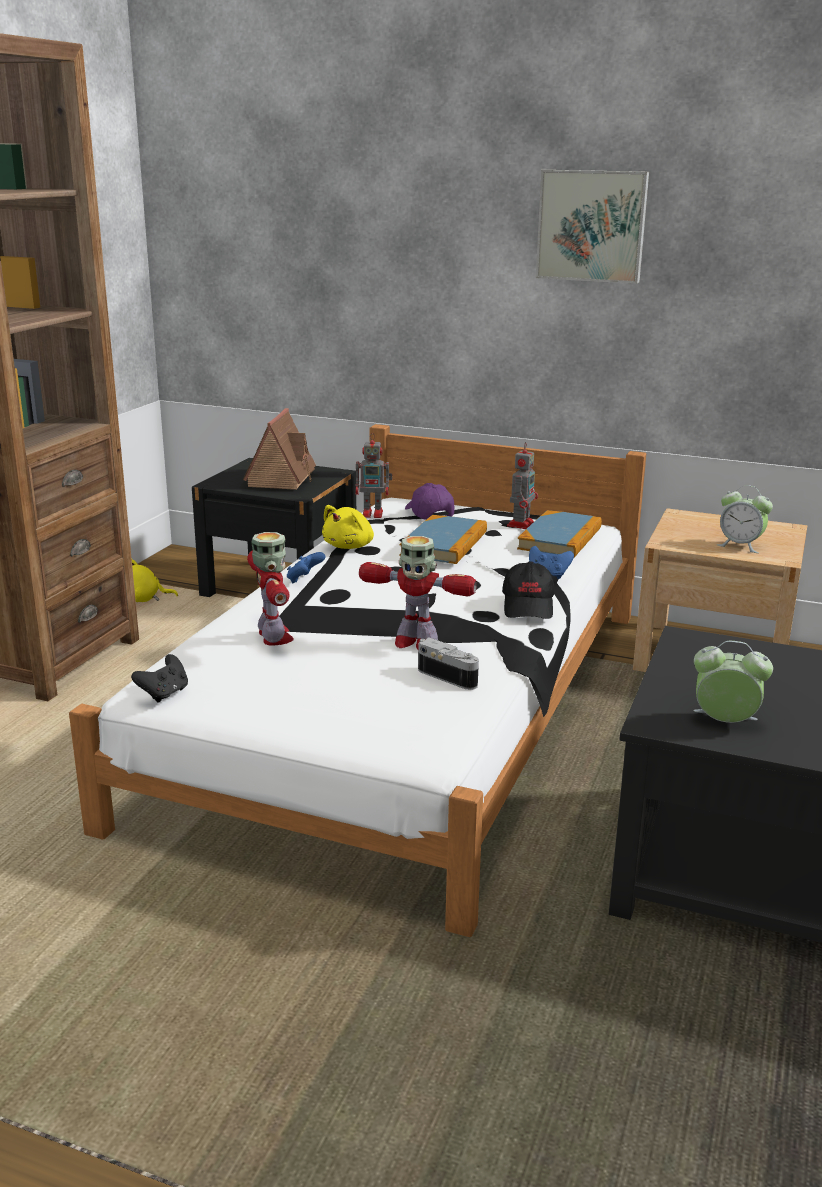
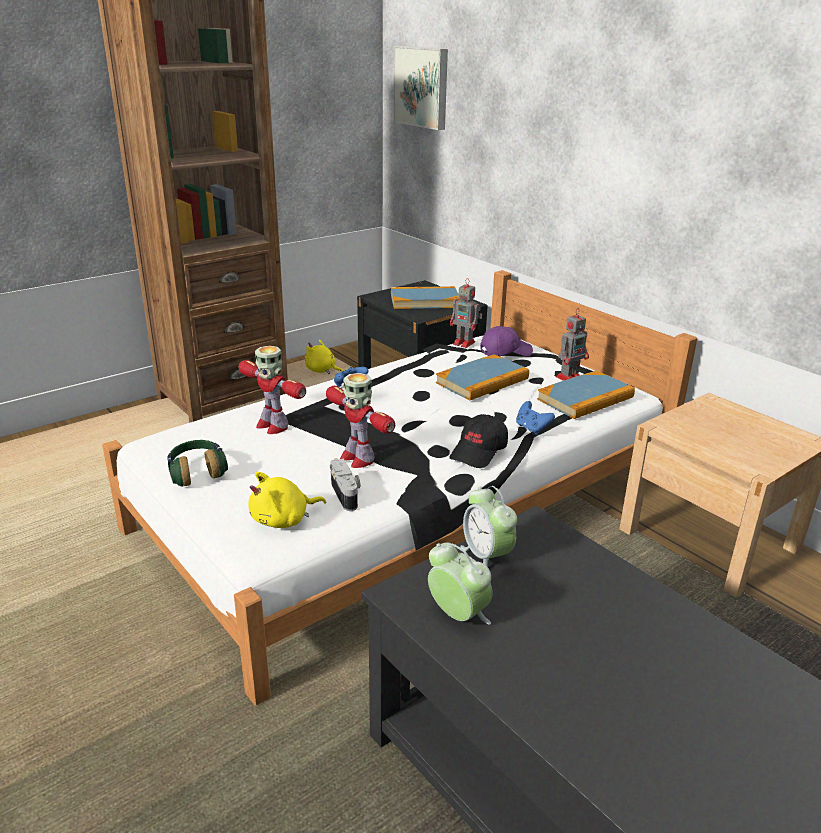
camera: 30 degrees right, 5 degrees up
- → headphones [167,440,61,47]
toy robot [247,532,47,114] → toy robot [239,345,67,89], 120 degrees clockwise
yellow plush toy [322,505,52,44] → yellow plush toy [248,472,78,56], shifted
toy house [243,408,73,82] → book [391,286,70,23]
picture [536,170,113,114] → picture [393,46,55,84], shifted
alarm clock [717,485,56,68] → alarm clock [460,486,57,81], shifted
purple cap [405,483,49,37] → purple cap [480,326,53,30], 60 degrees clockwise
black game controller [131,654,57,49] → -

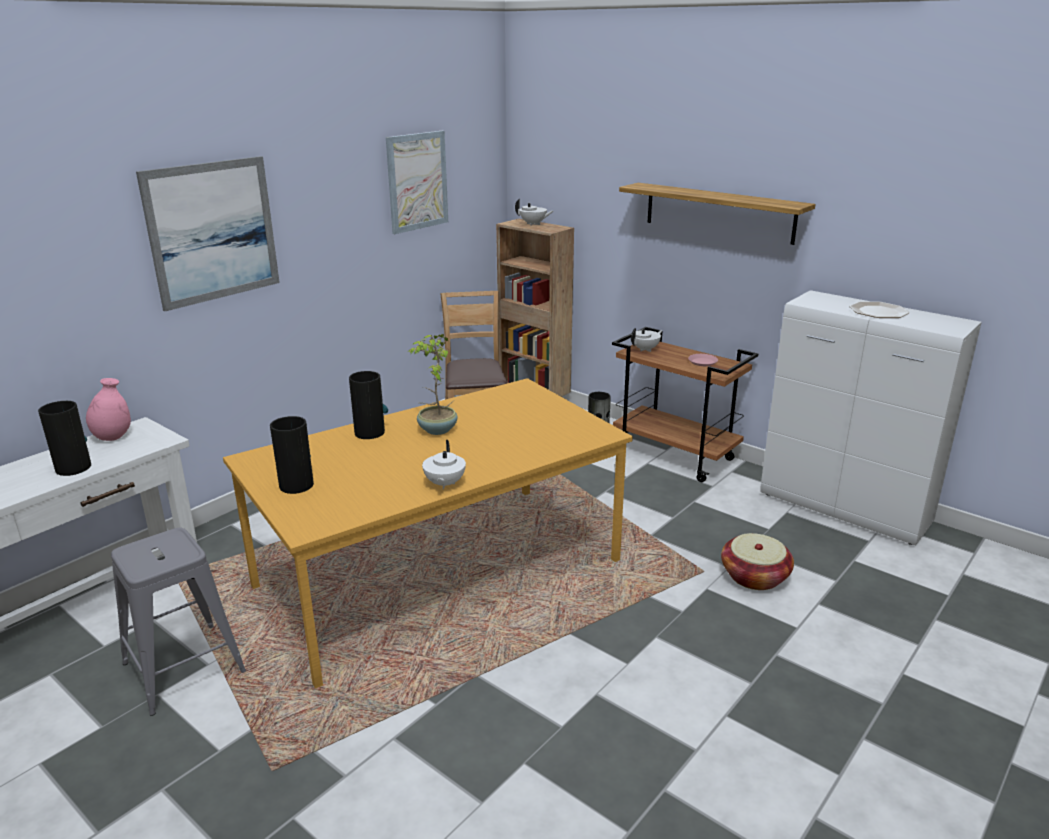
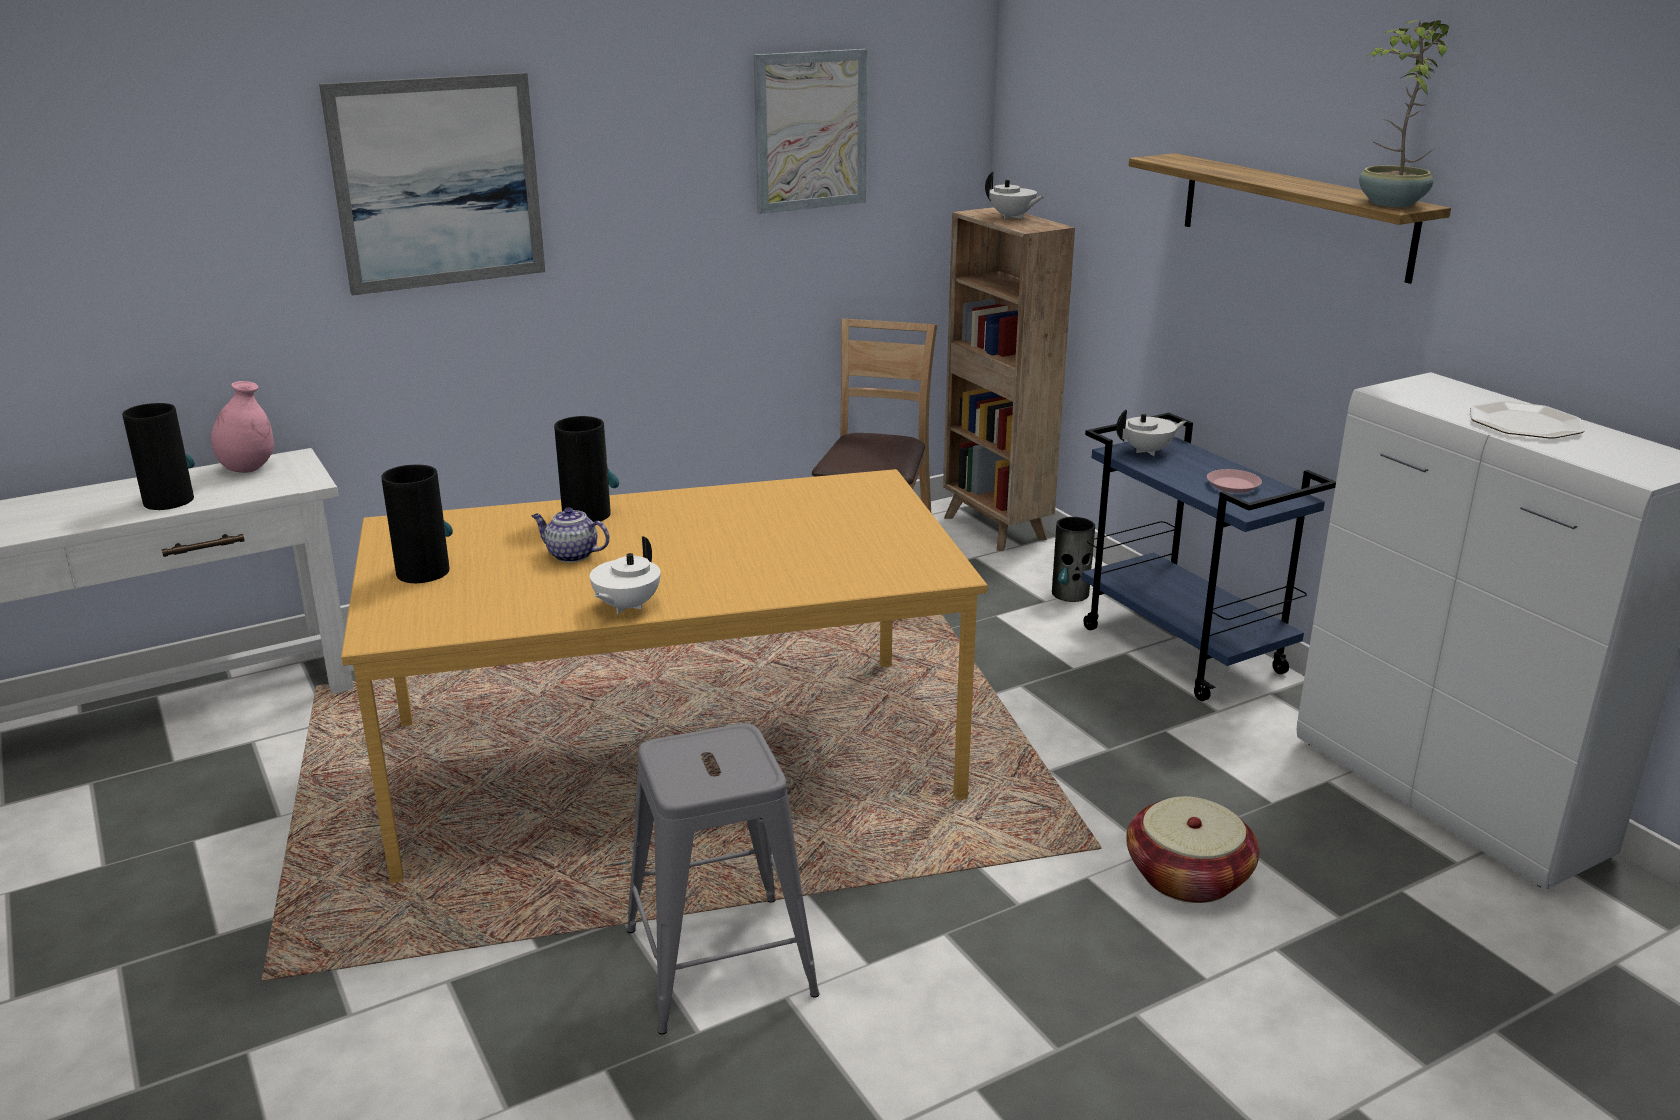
camera: 20 degrees right, 0 degrees up
- → teapot [532,507,77,55]
grey stool [111,528,135,188] → grey stool [627,724,193,310], shifted
brown cart [612,327,146,155] → blue cart [1082,413,254,288]
potted plant [409,334,49,101] → potted plant [1359,20,90,187], shifted

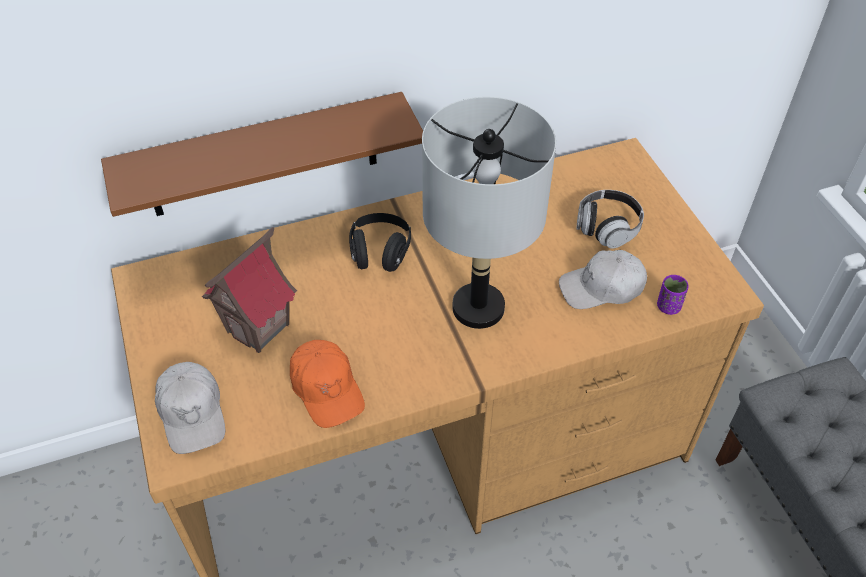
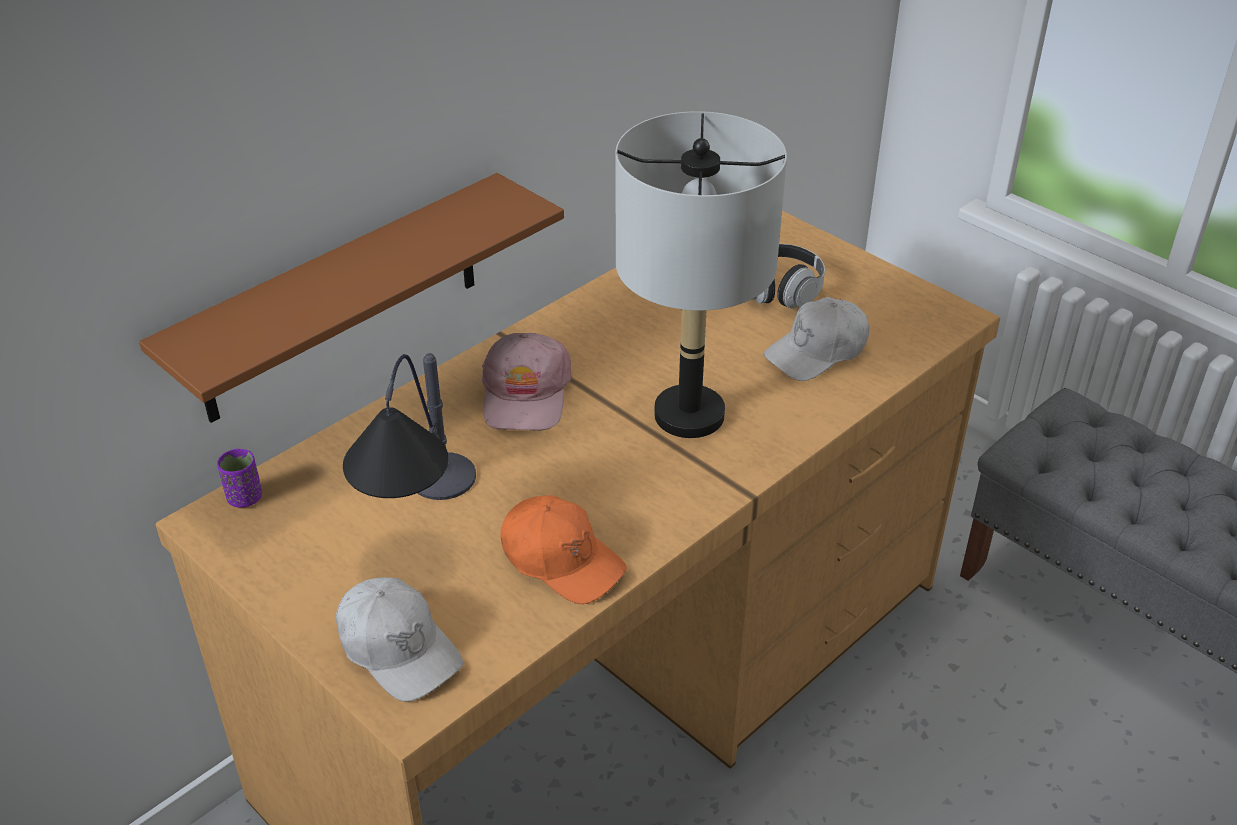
camera: 25 degrees left, 10 degrees down
purple cup [657,275,32,40] → purple cup [217,449,45,59], shifted
toy house [202,227,95,126] → table lamp [343,353,133,147]
black headphones [349,213,62,59] → pink cap [482,333,90,98]

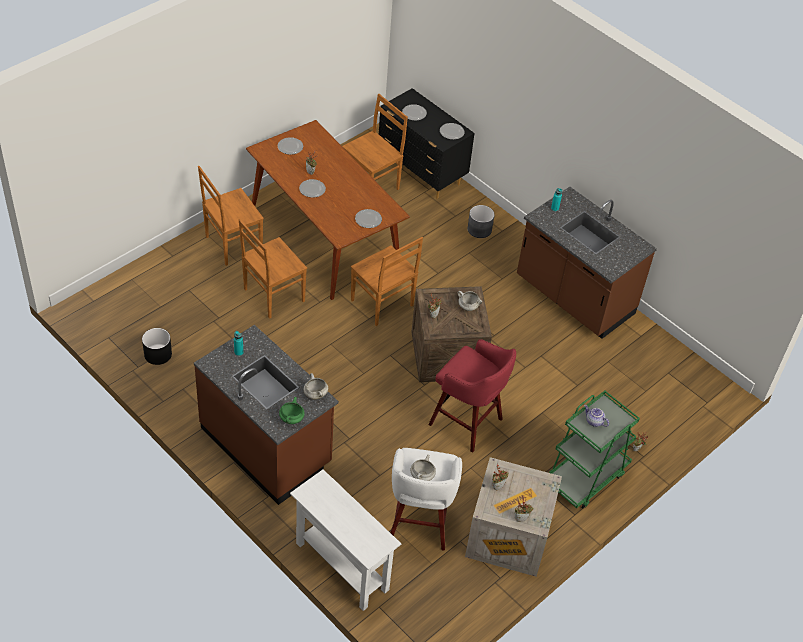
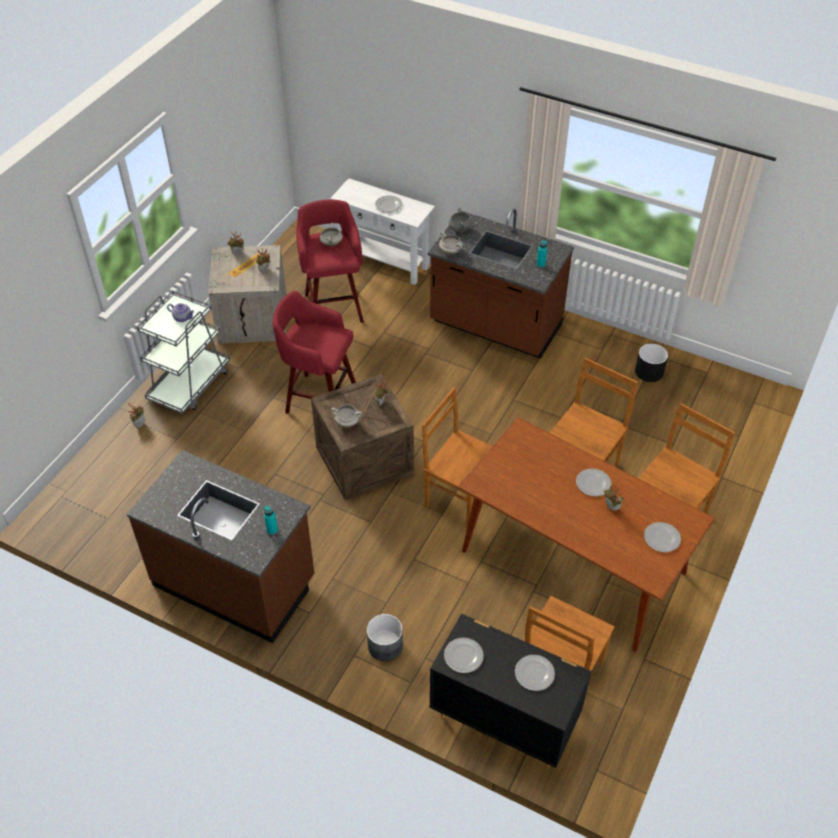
camera: 165 degrees right, 0 degrees up
green cart [549,391,91,118] → grey cart [137,290,93,124]
white stool [390,448,72,103] → red stool [296,200,68,123]
plate [355,209,27,19] → plate [375,195,27,18], shifted
green cooking pot [279,397,26,27] → grey cooking pot [449,208,23,24]

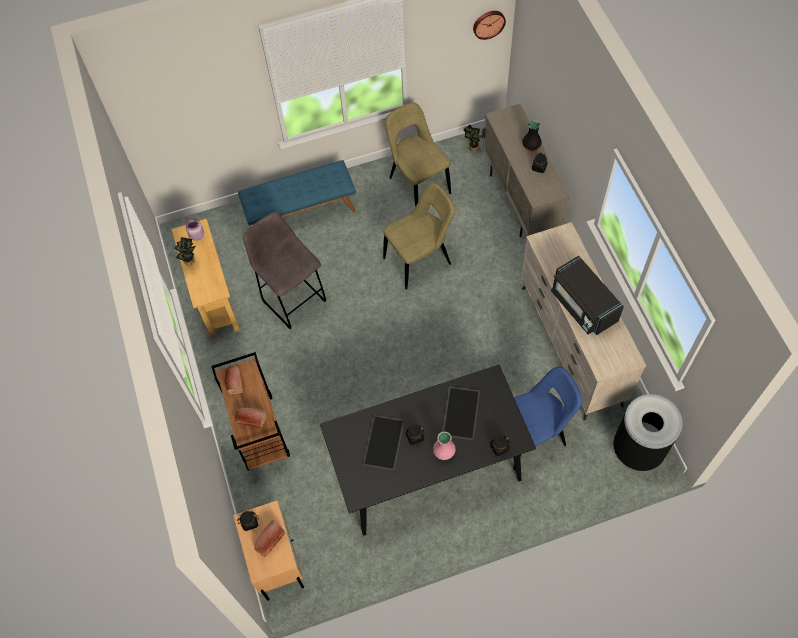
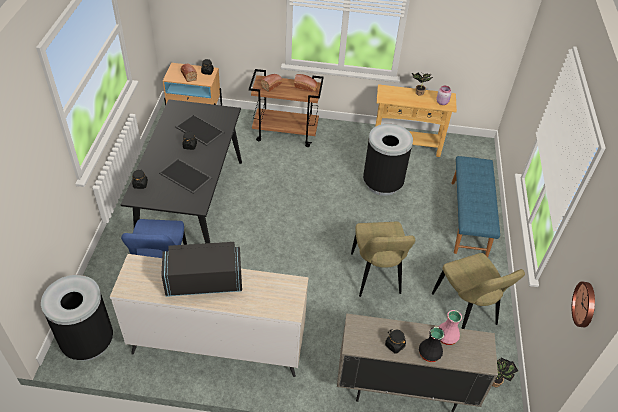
camera: 110 degrees right, 15 degrees down
grey stool [243,212,83,117] → black trash can [363,124,50,72]
beige chair [385,103,66,104] → beige chair [432,253,93,76], 75 degrees clockwise
pink vase [433,432,23,28] → pink vase [439,310,23,35], shifted

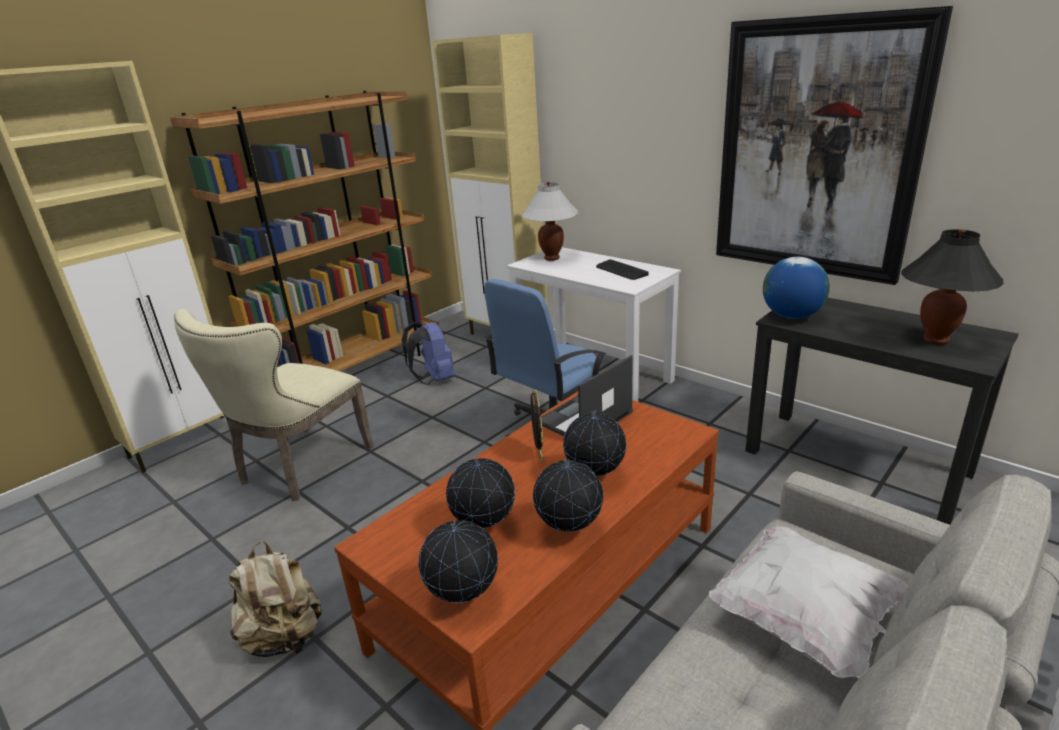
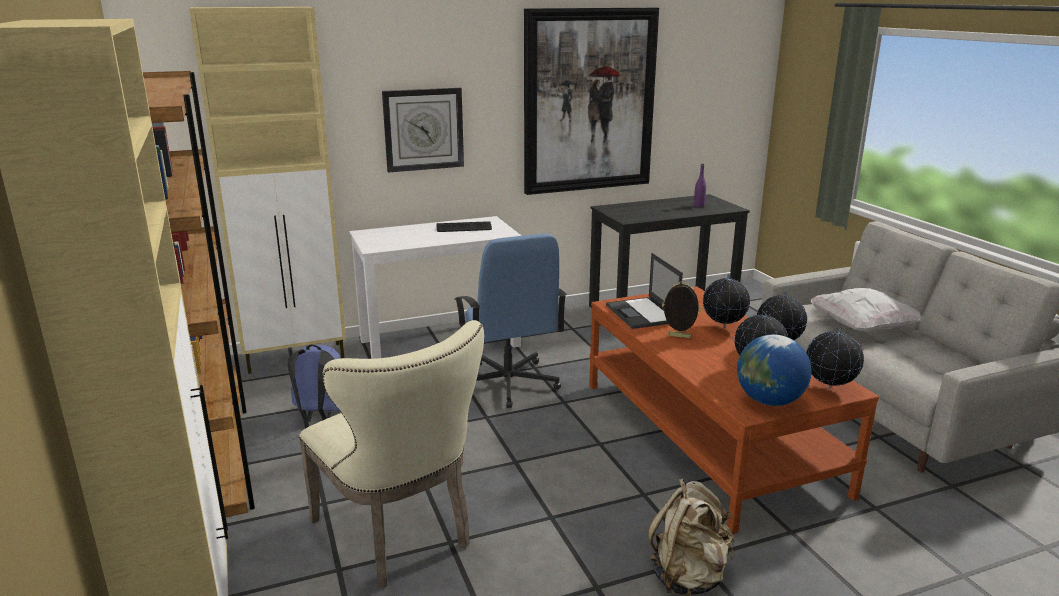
camera: 65 degrees left, 5 degrees down
- → wall clock [382,88,82,85]
black table lamp [901,229,103,116] → purple bottle [694,164,12,43]
globe [763,256,67,63] → globe [737,334,75,72], shifted
white table lamp [521,182,57,79] → -

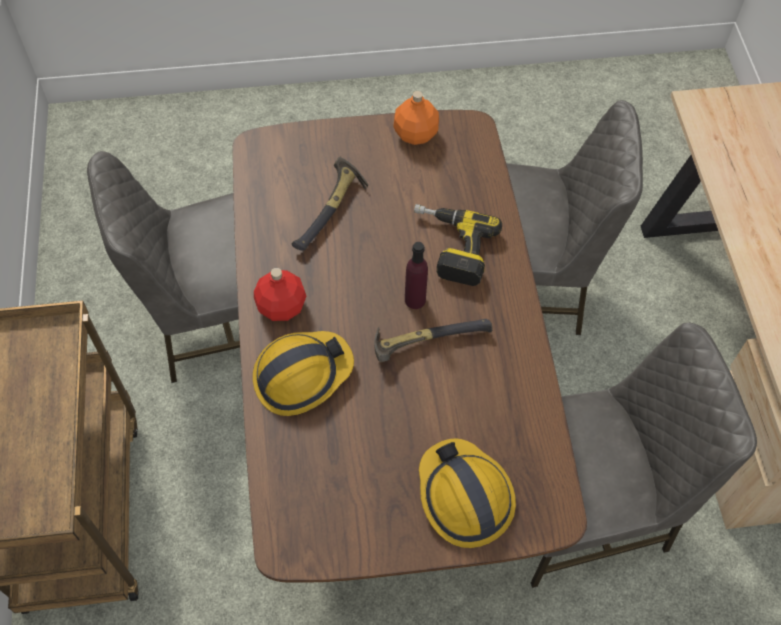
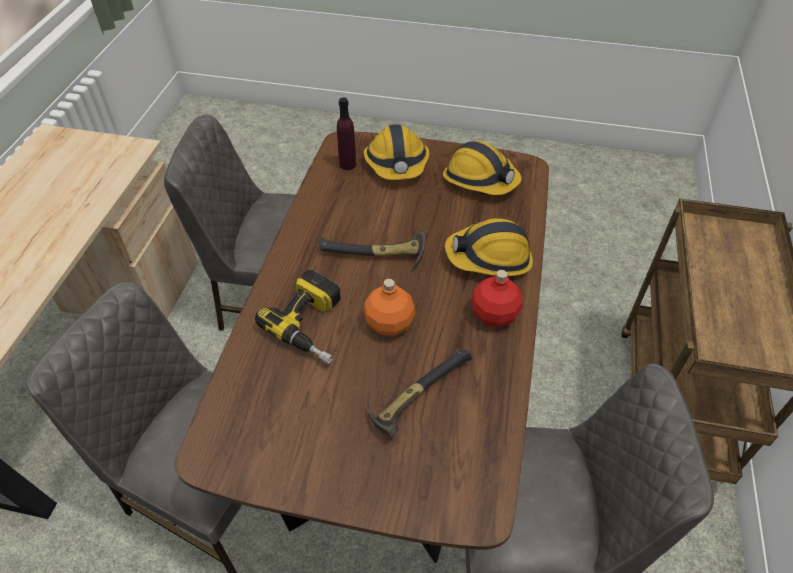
camera: 160 degrees left, 10 degrees down
purple bottle [405,242,23,67] → purple bottle [337,97,19,73], shifted
orange bottle [393,91,46,54] → orange bottle [364,279,51,57], shifted
- → hard hat [443,141,79,54]

